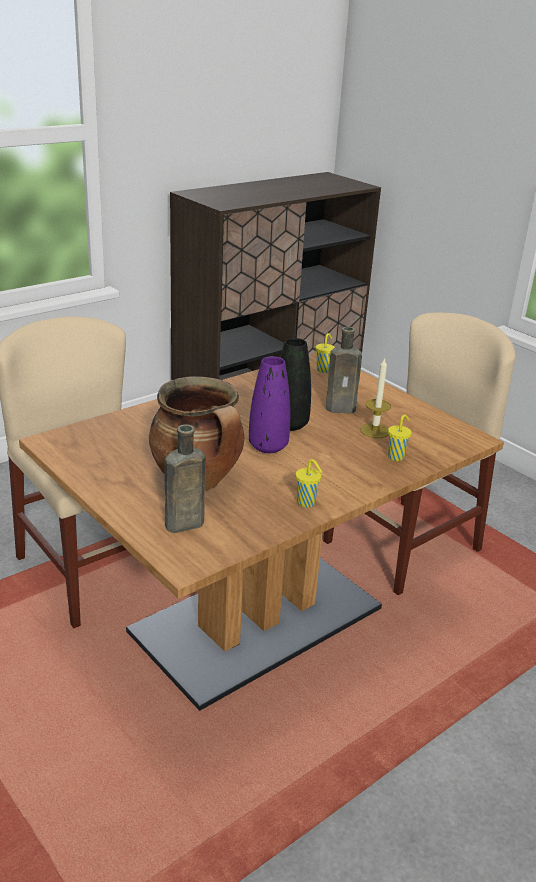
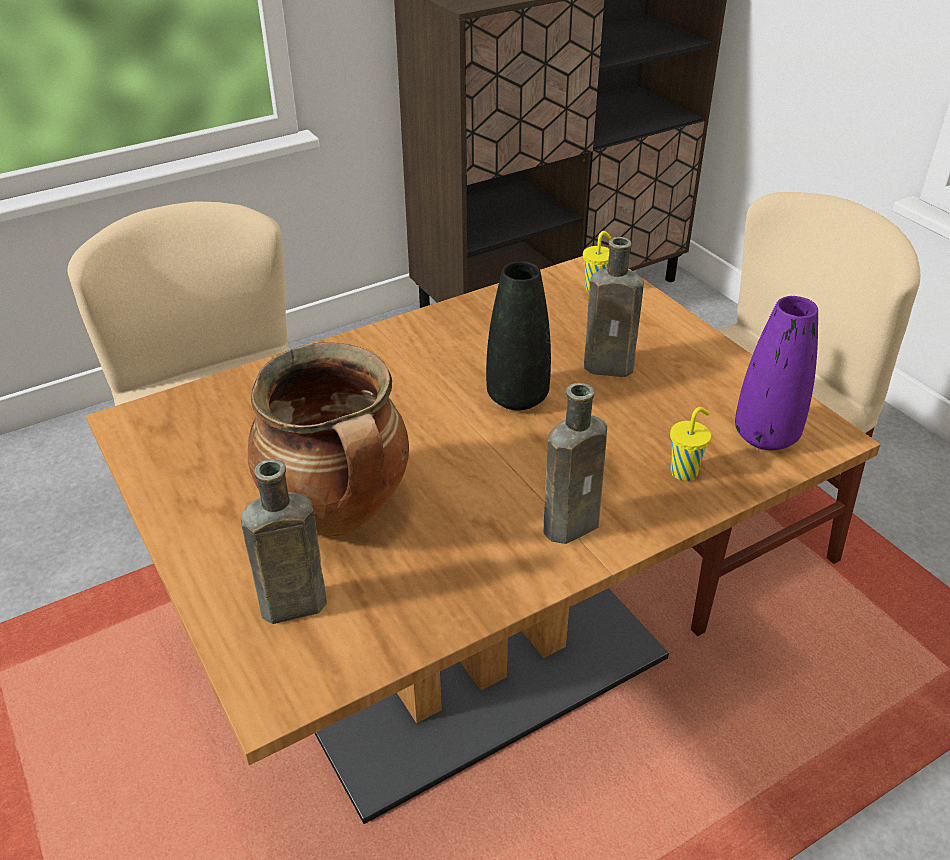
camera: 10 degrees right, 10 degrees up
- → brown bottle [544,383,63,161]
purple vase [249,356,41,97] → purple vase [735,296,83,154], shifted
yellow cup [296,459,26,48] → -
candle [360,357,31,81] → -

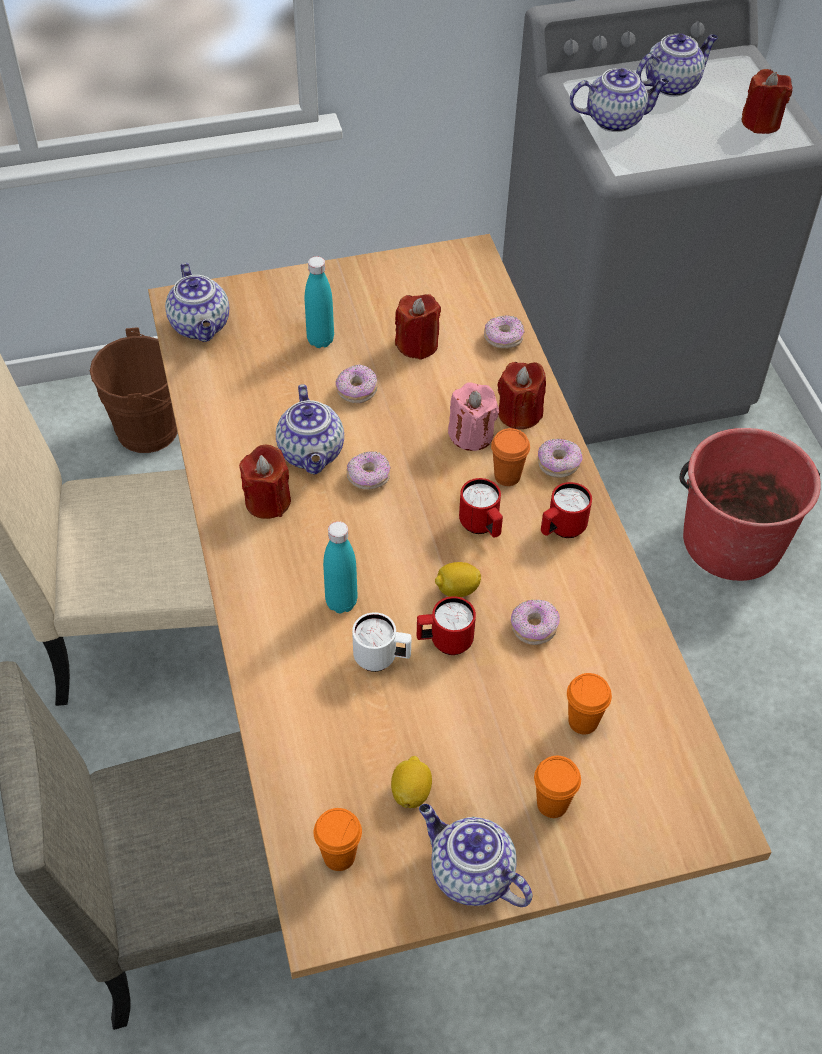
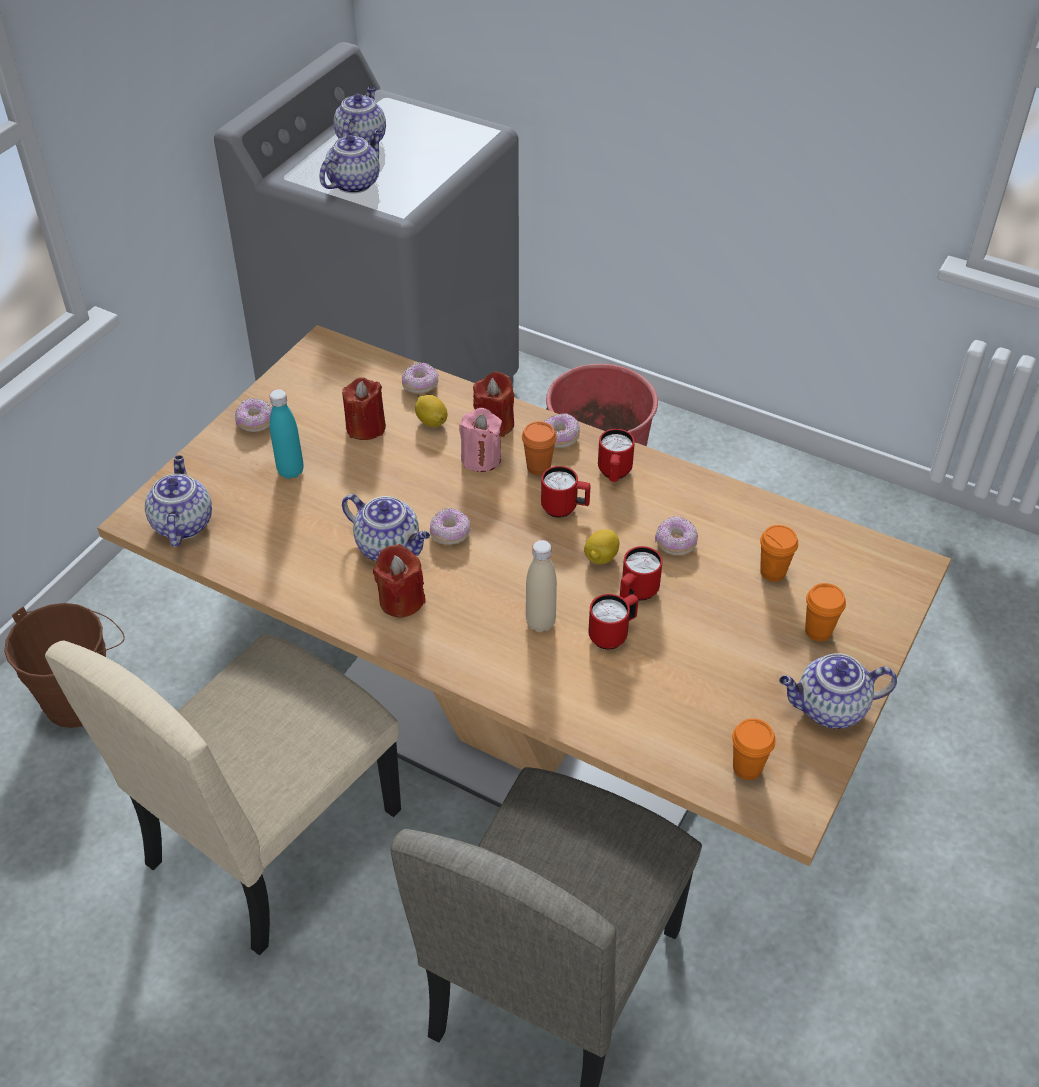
camera: 45 degrees left, 5 degrees down
teapot [165,262,64,80] → teapot [145,455,67,92], 120 degrees counterclockwise
donut [336,364,42,39] → donut [235,398,37,34], shifted
lemon [391,756,41,52] → lemon [415,395,33,32], shifted
turquoise bottle [323,521,35,92] → beige bottle [526,540,31,92]
white mug [352,612,60,60] → red mug [588,594,50,56]
red candle [741,69,52,65] → -

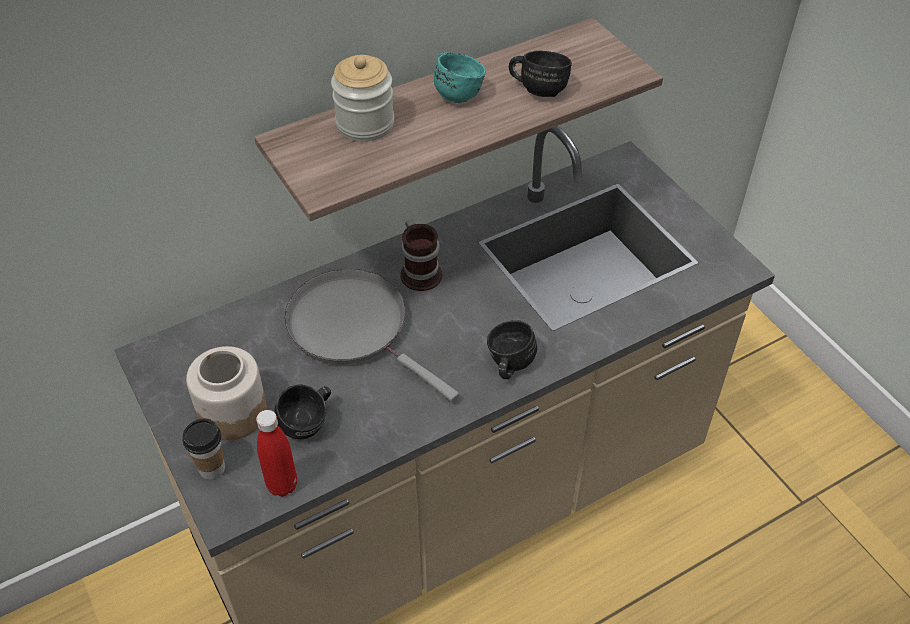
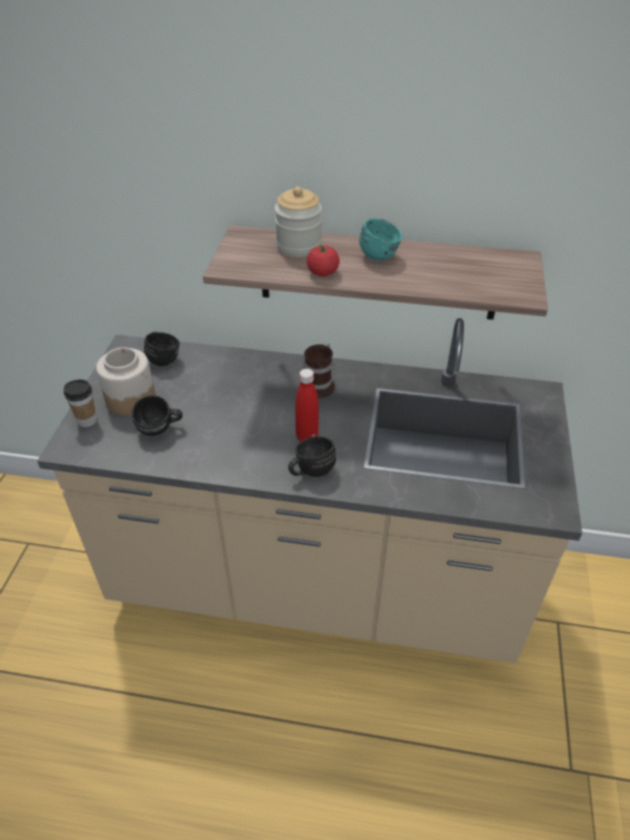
camera: 40 degrees right, 5 degrees down
black mug [509,50,63,47] → black mug [144,332,36,34], shifted
red bottle [256,410,41,87] → red bottle [295,369,24,73], shifted
- → tomato [307,244,33,33]
grey frying pan [284,269,175,133] → -

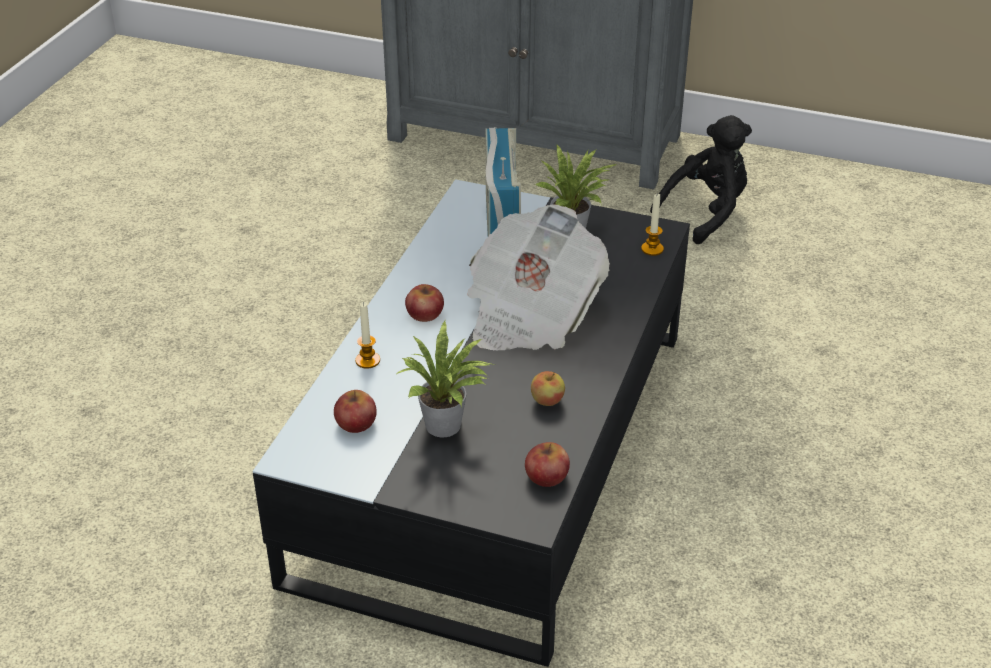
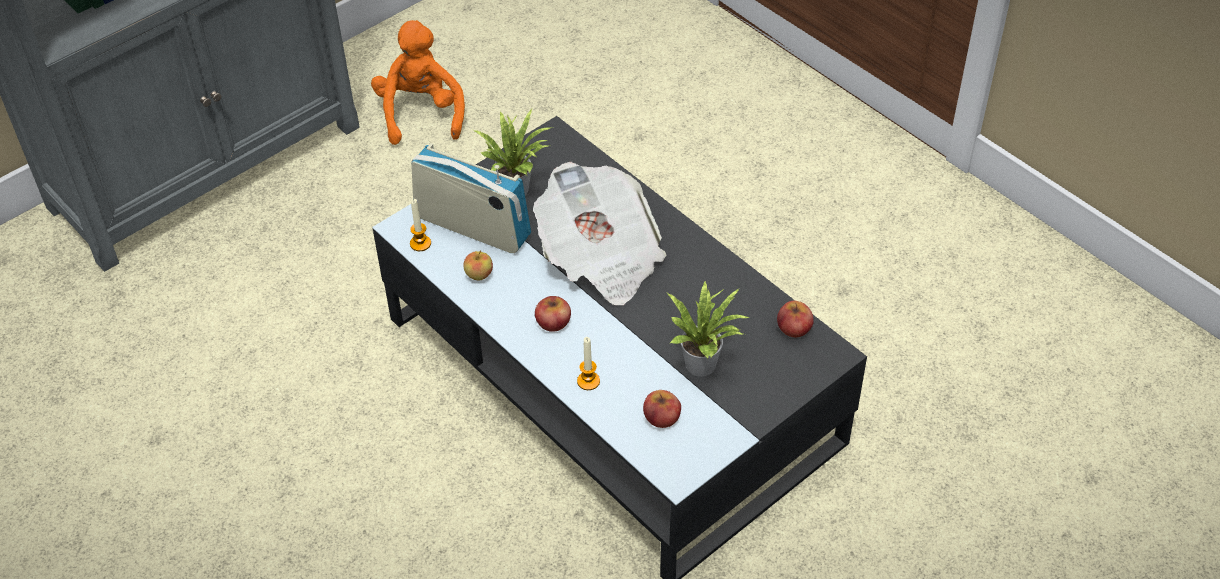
camera: 60 degrees left, 10 degrees up
black plush toy [650,115,102,129] → orange plush toy [371,20,94,125]
candle [641,194,23,62] → candle [410,199,21,52], shifted
apple [531,371,34,35] → apple [463,250,30,30], shifted

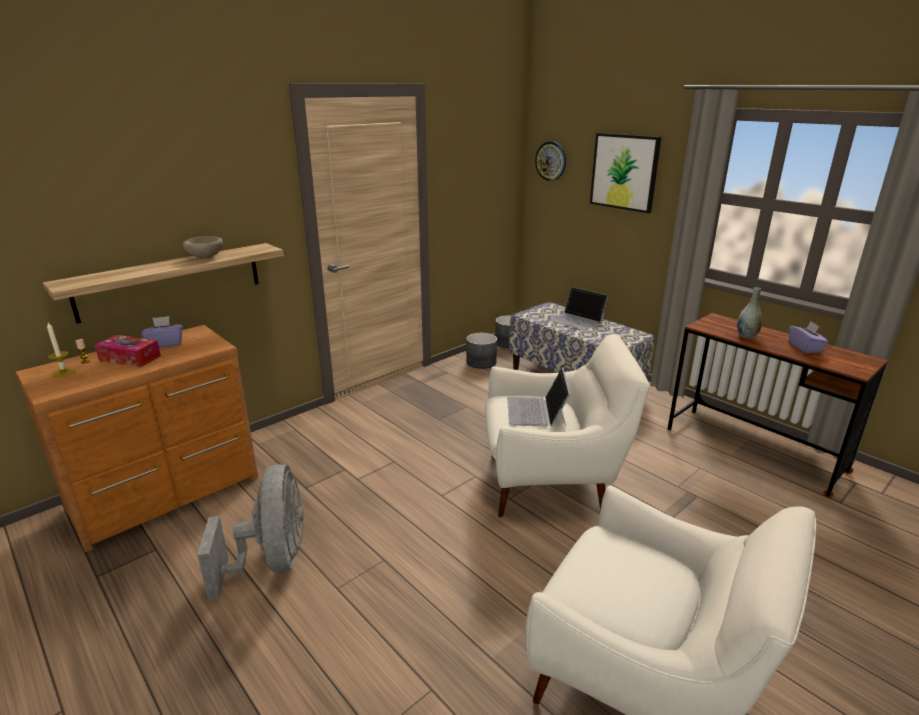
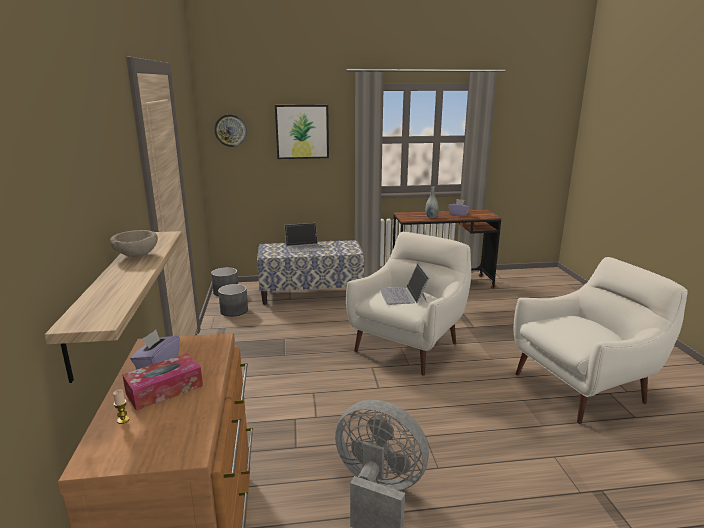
camera: 55 degrees left, 5 degrees down
laptop [507,368,64,59] → laptop [380,263,50,42], 45 degrees clockwise
candle [47,323,29,55] → -

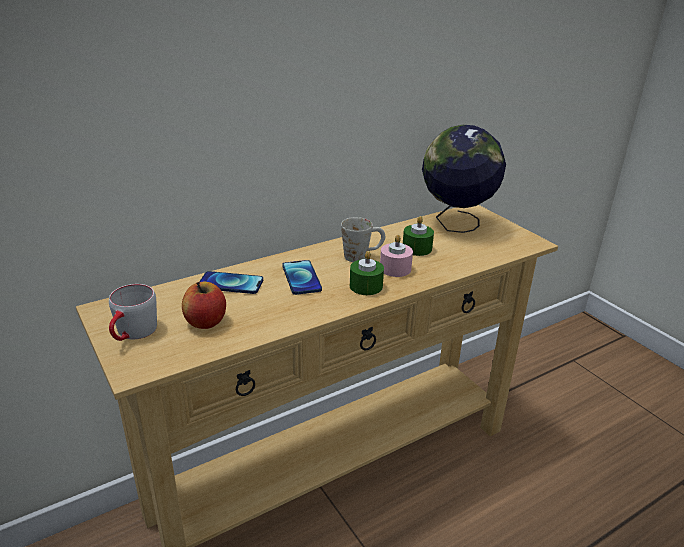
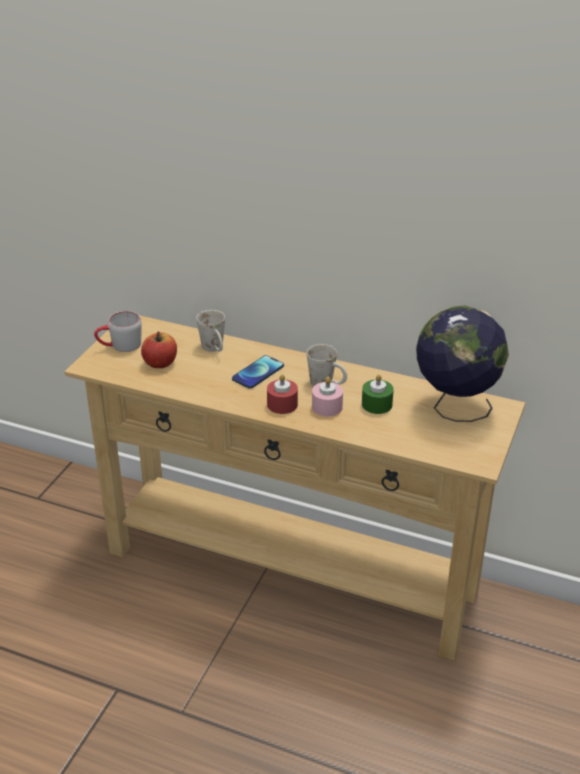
camera: 55 degrees right, 5 degrees up
phone [199,271,64,23] → white mug [196,310,29,42]
green candle [350,251,34,44] → red candle [267,374,31,40]

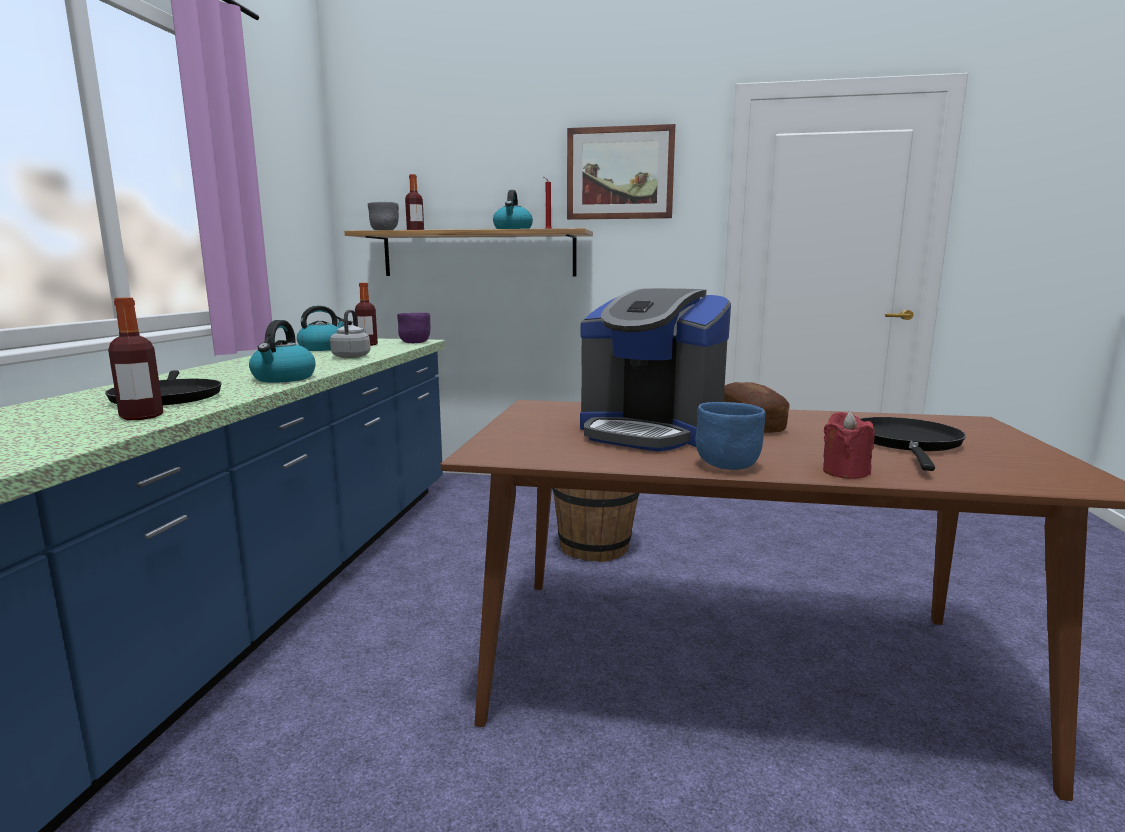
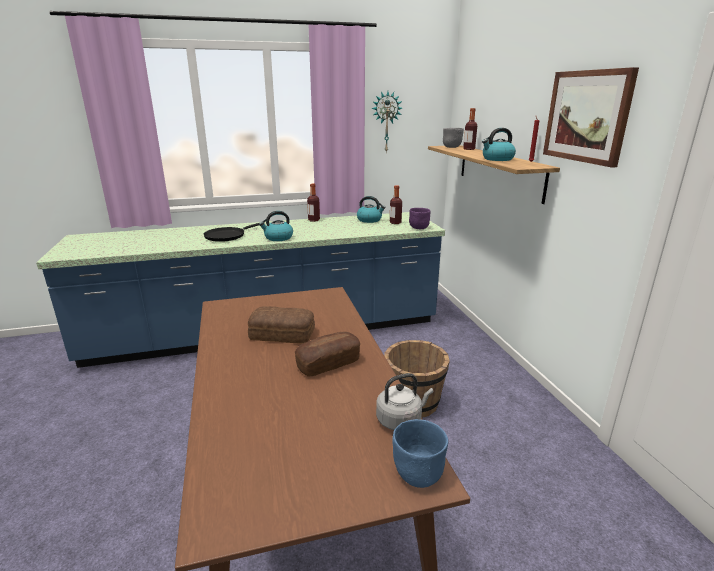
camera: 65 degrees right, 10 degrees up
coffee machine [580,288,151,164] → bread [248,306,67,38]
bottle [108,298,55,122] → bottle [307,184,13,38], shifted
- → wall clock [372,91,30,61]
grey kettle [330,310,41,48] → grey kettle [376,373,57,57], shifted
blue bowl [696,402,70,68] → blue bowl [392,419,56,69], shifted
red candle [823,411,52,68] → -
black frying pan [860,417,106,54] → -

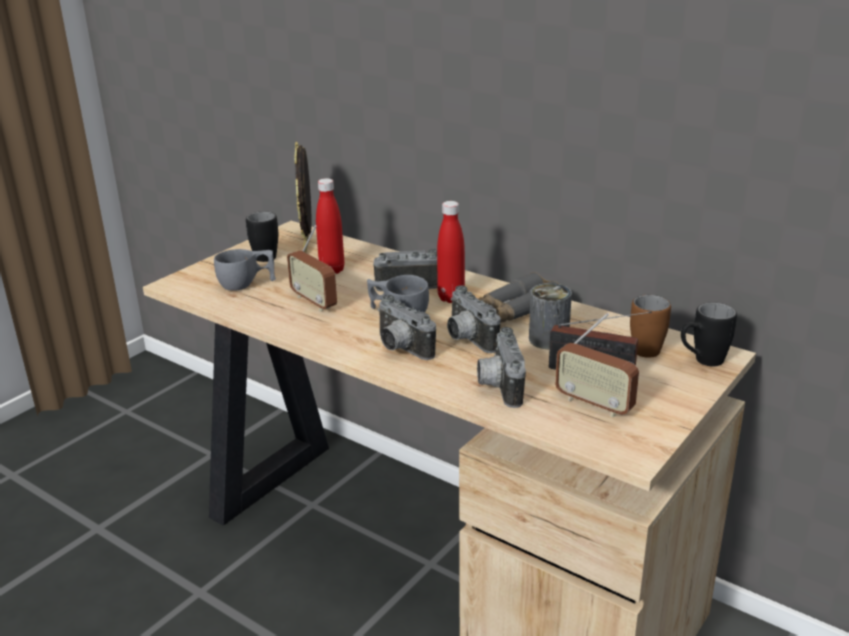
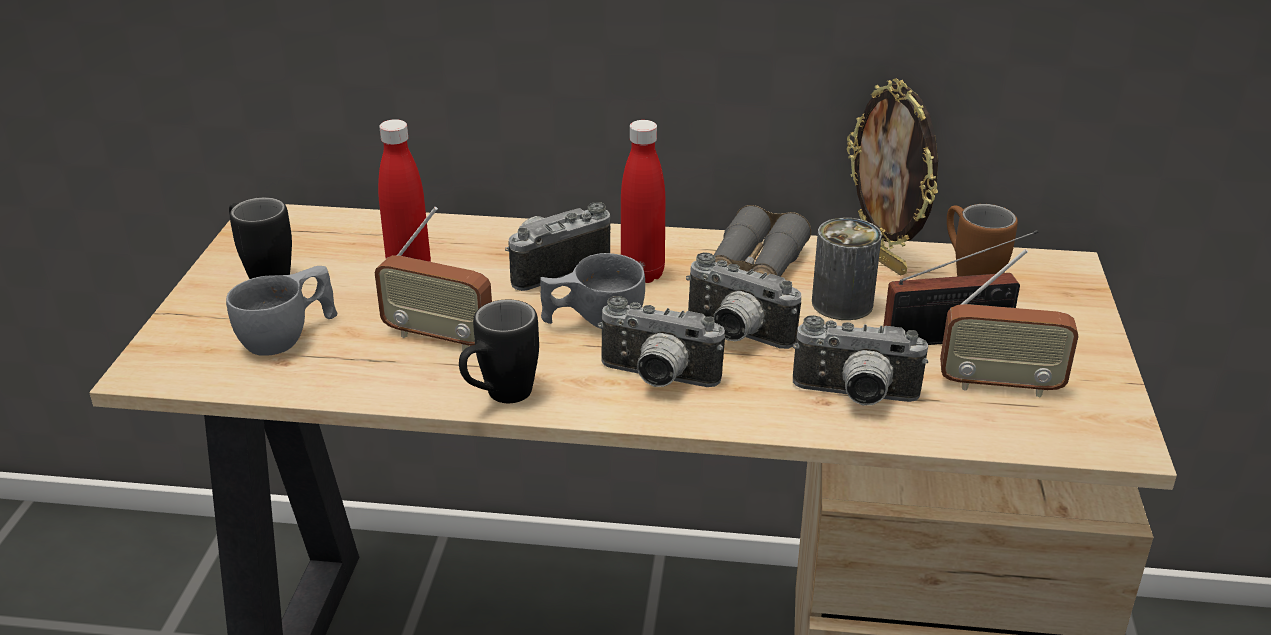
camera: 30 degrees left, 5 degrees up
black mug [681,302,56,64] → black mug [459,300,80,103], shifted
photo camera [477,327,49,81] → photo camera [793,315,135,90], 45 degrees counterclockwise
picture frame [294,141,18,112] → picture frame [847,78,91,198], shifted

